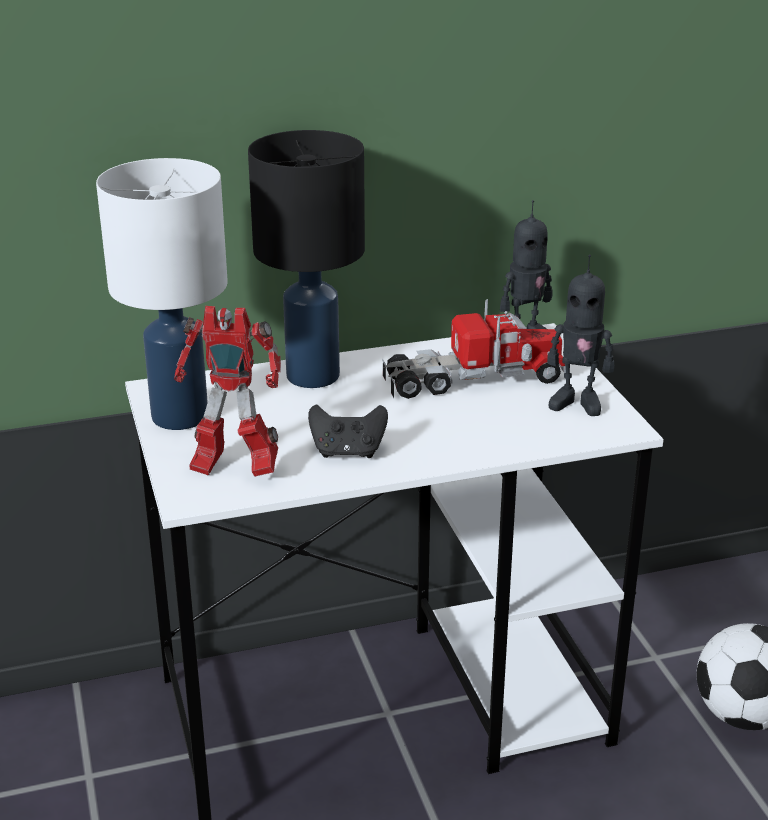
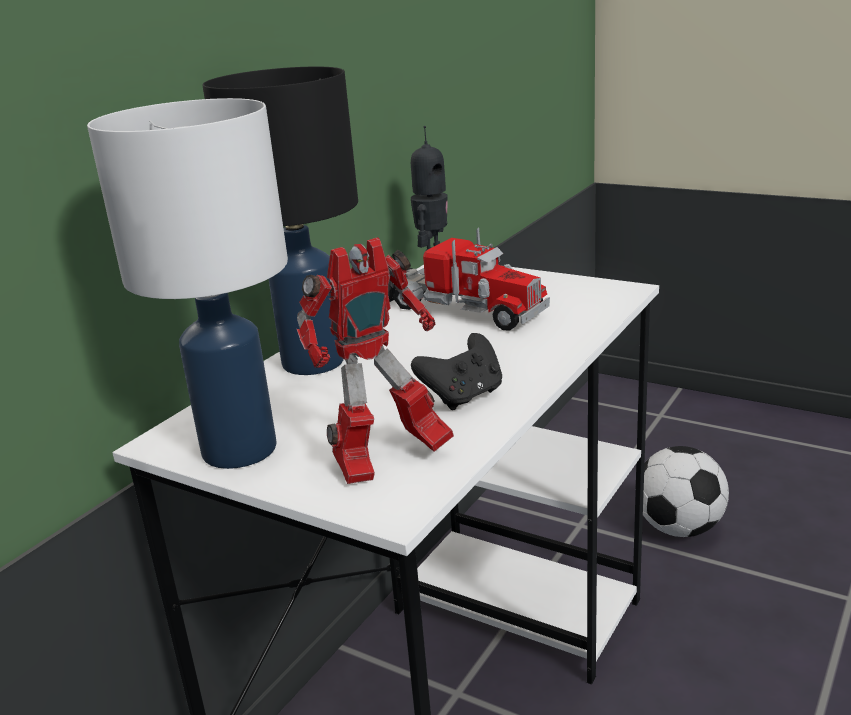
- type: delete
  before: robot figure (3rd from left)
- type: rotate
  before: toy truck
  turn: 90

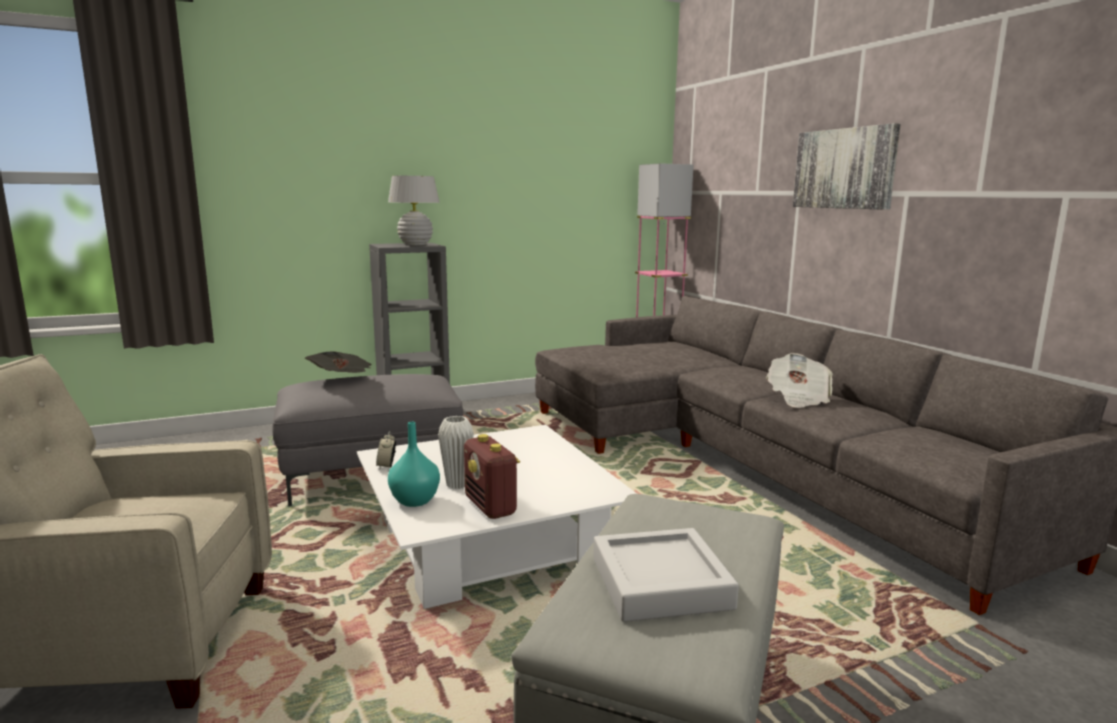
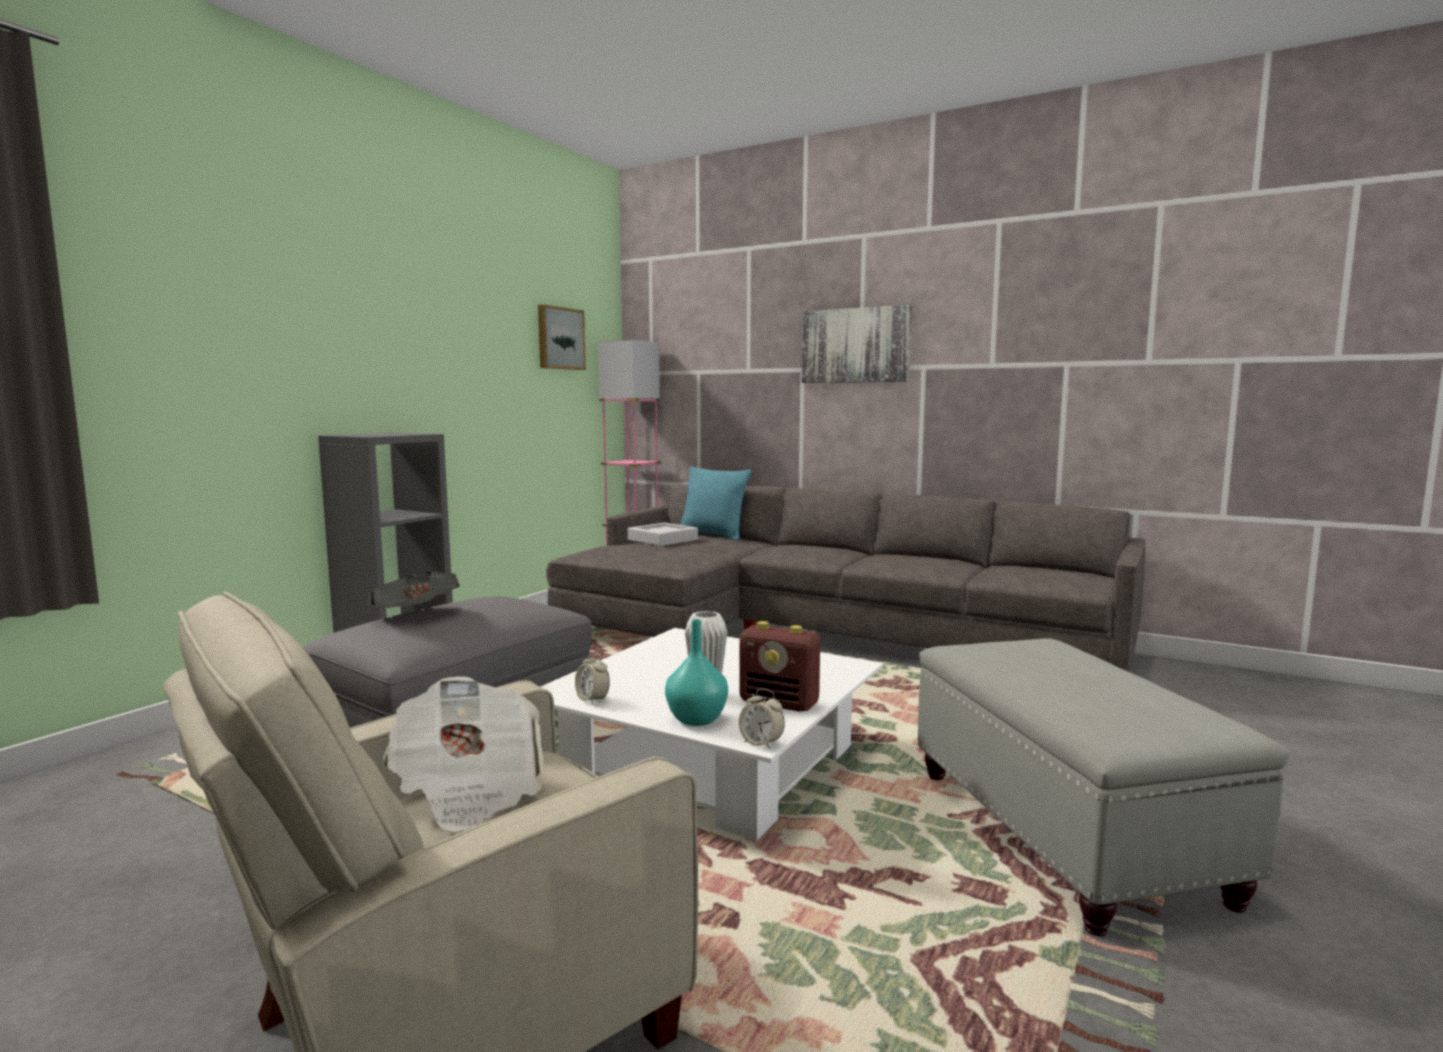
- type: delete
  before: whitish table lamp
- type: move
  before: daily paper (2nd from left)
- type: move
  before: gray serving tray
- type: insert
  after: wall art (1st from left)
- type: insert
  after: turquoise pillow
- type: insert
  after: table clock (2nd from left)

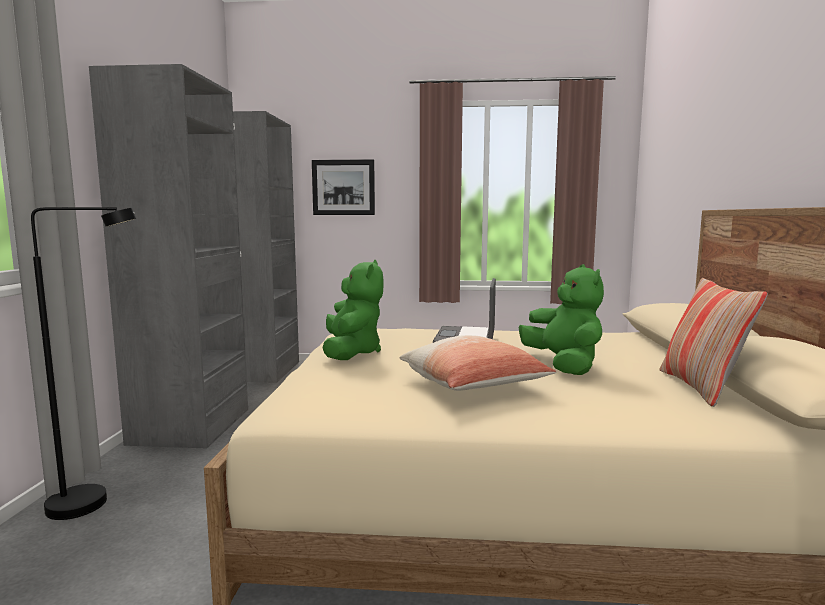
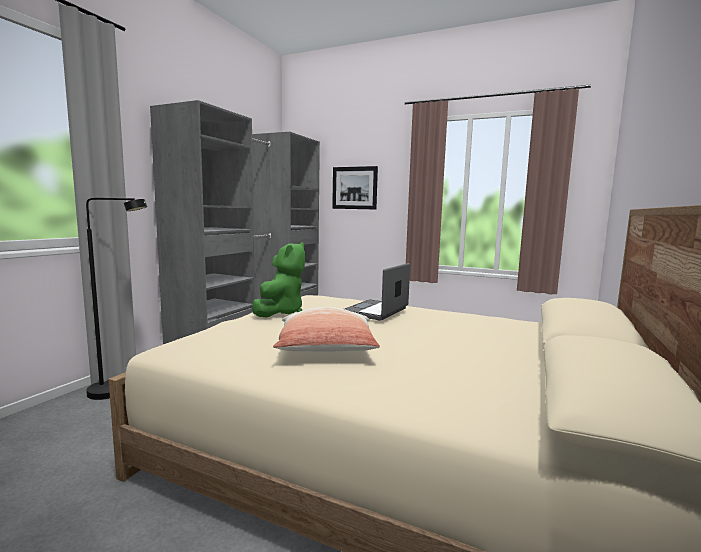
- type: delete
  before: greenish plush toy (2nd from left)
- type: delete
  before: pillow (2nd from left)

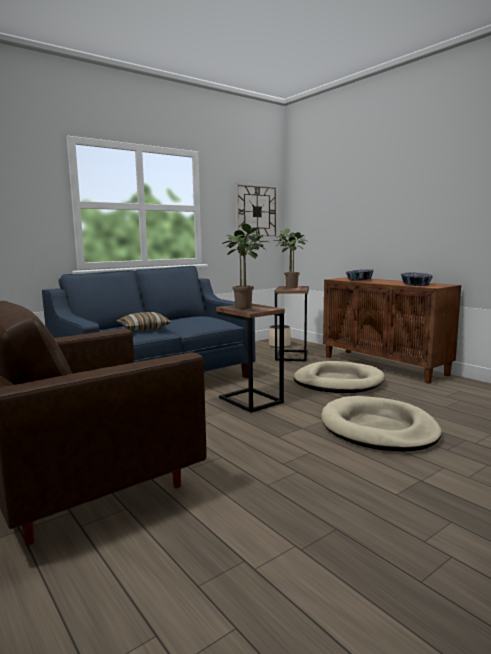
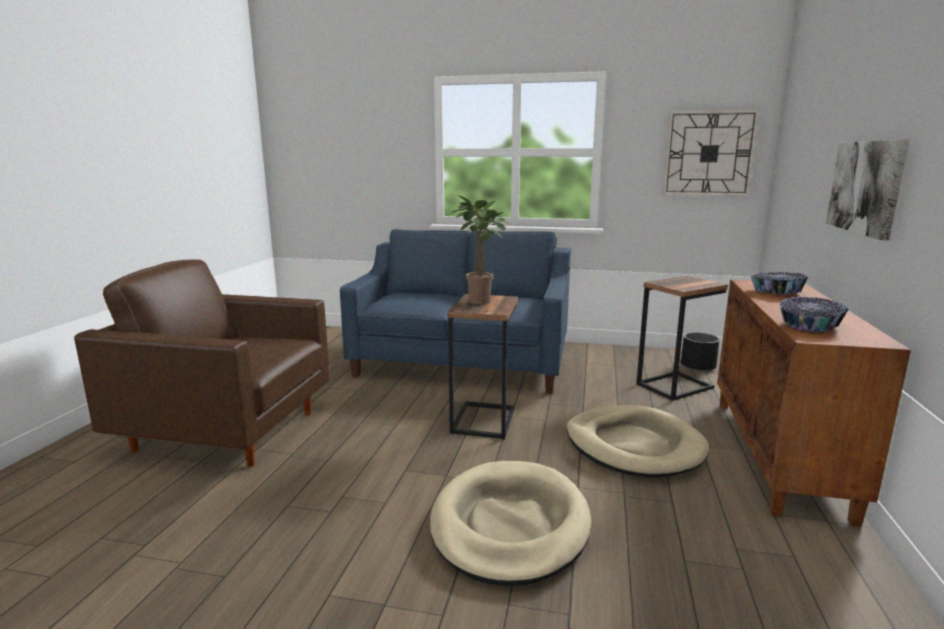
- type: delete
  before: plant in a pot (2nd from left)
- type: delete
  before: pillow
- type: recolor
  before: beige-coloured plant pot
  after: blackish plant pot
- type: insert
  after: wall art

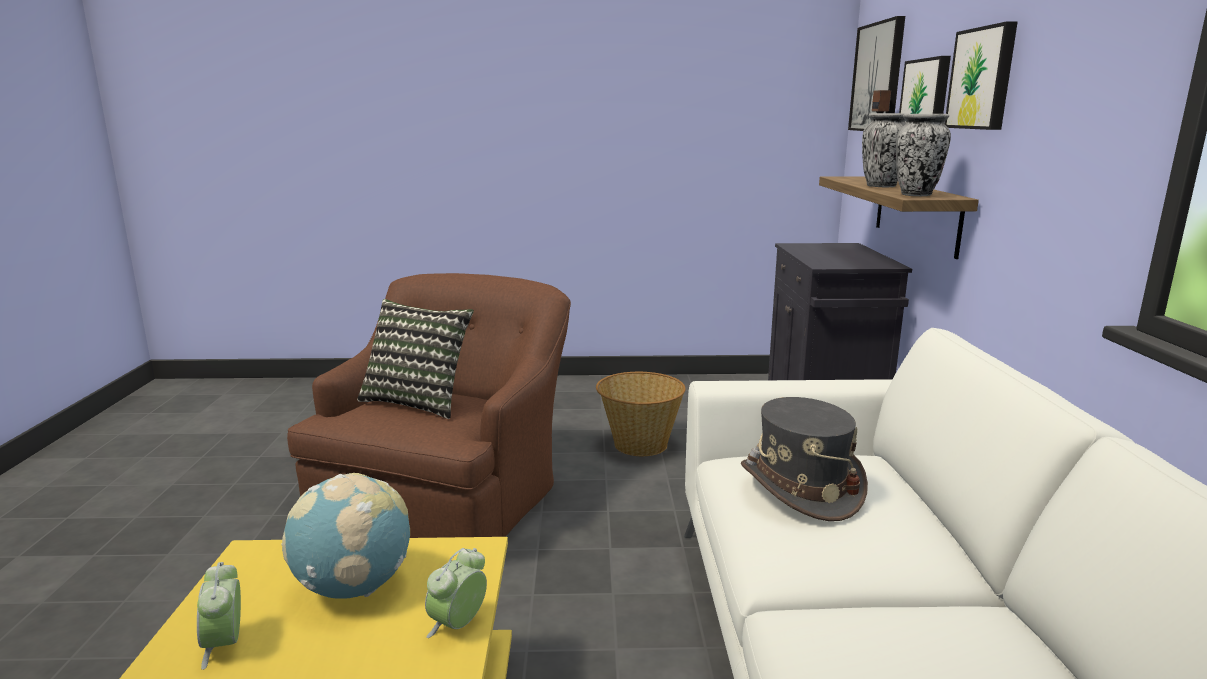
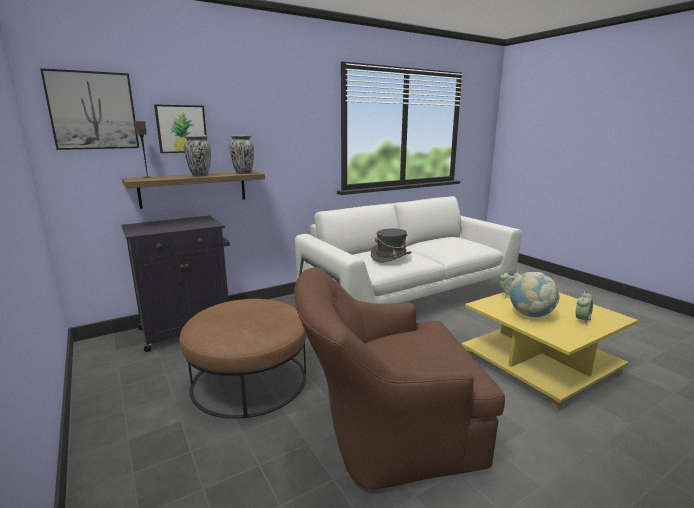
- type: delete
  before: wall art (3rd from left)
- type: delete
  before: pillow
- type: replace
  before: storage basket
  after: brownish pouffe

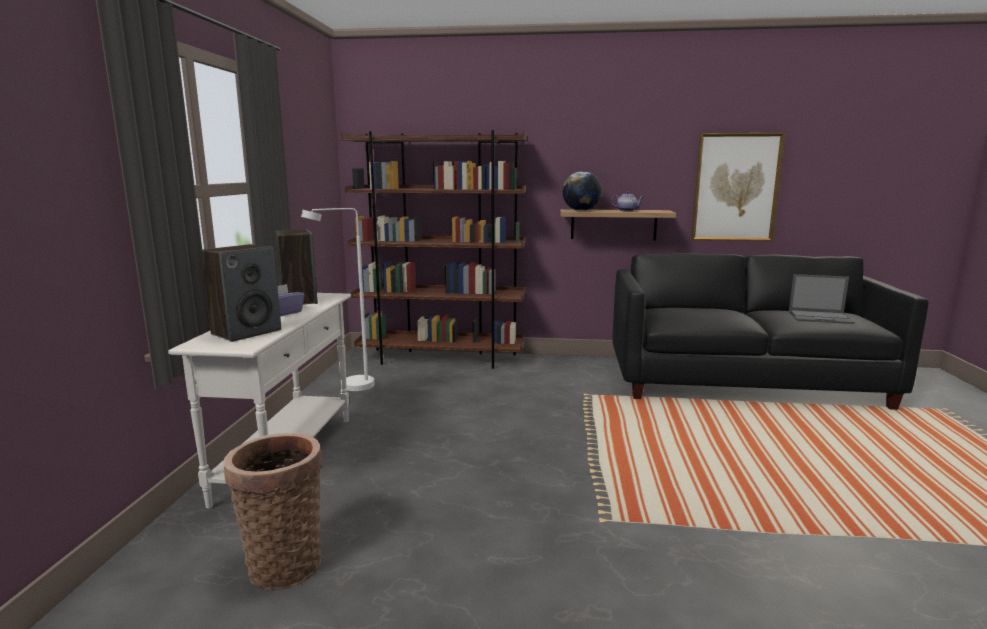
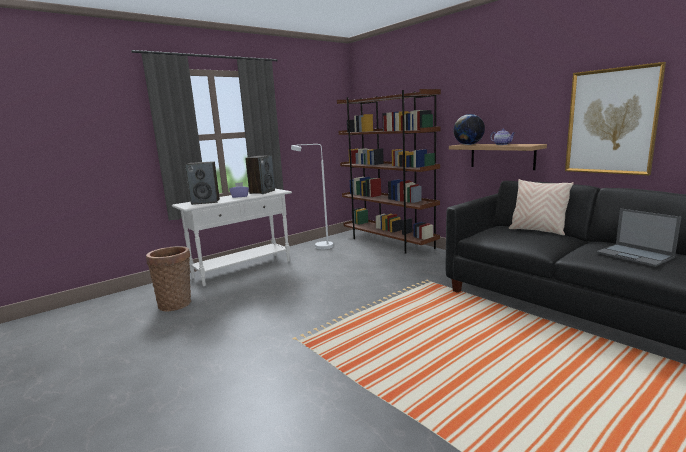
- type: insert
  after: beige-coloured pillow

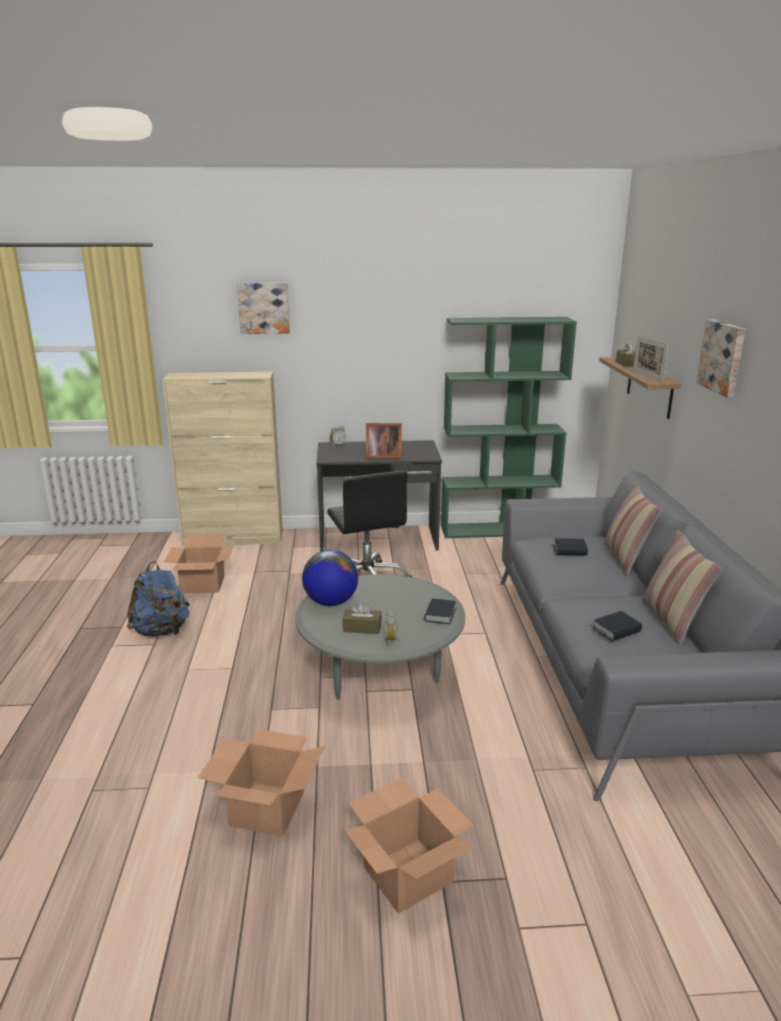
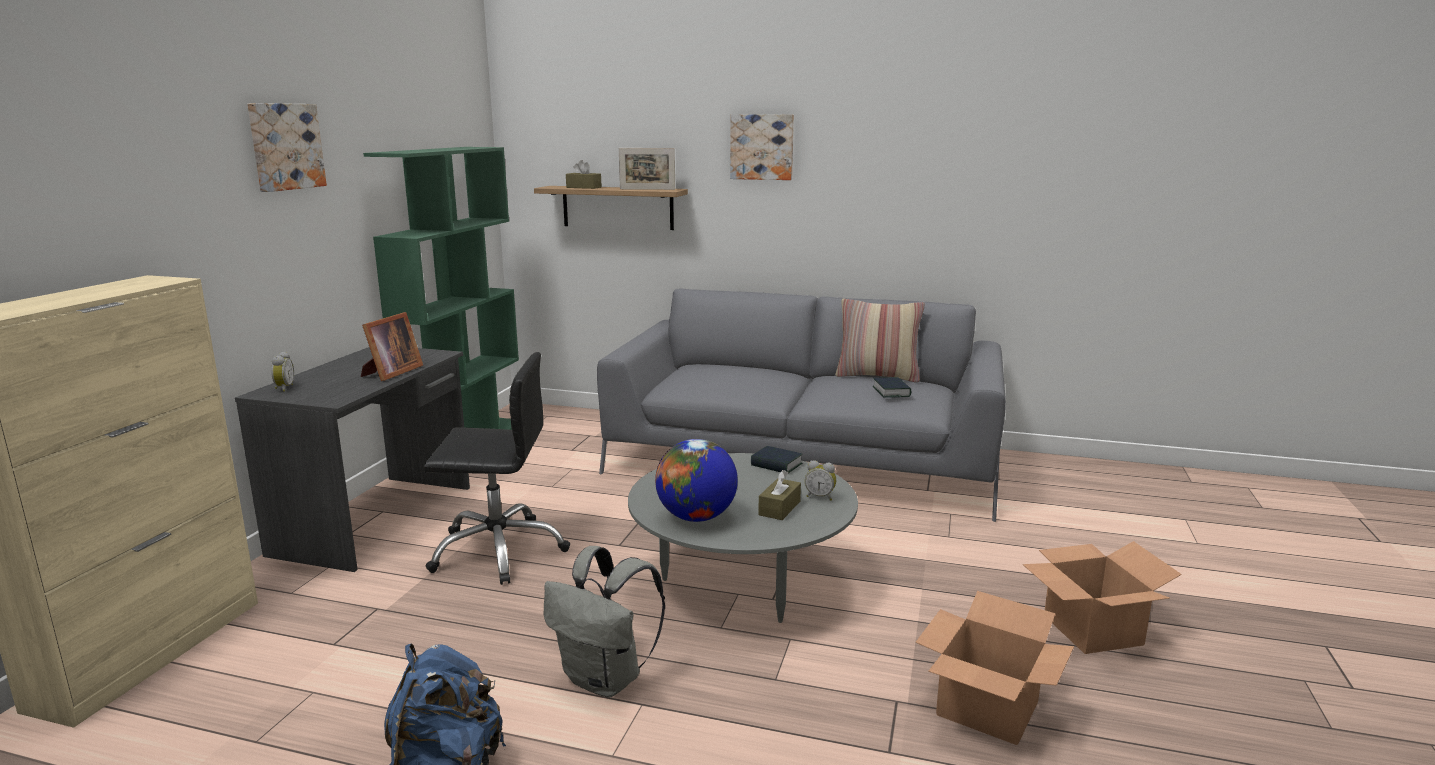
- type: move
  before: wall art (1st from left)
- type: delete
  before: pillow (1st from left)
- type: delete
  before: packing box (1st from left)
- type: delete
  before: book (2nd from left)
- type: insert
  after: gray knapsack

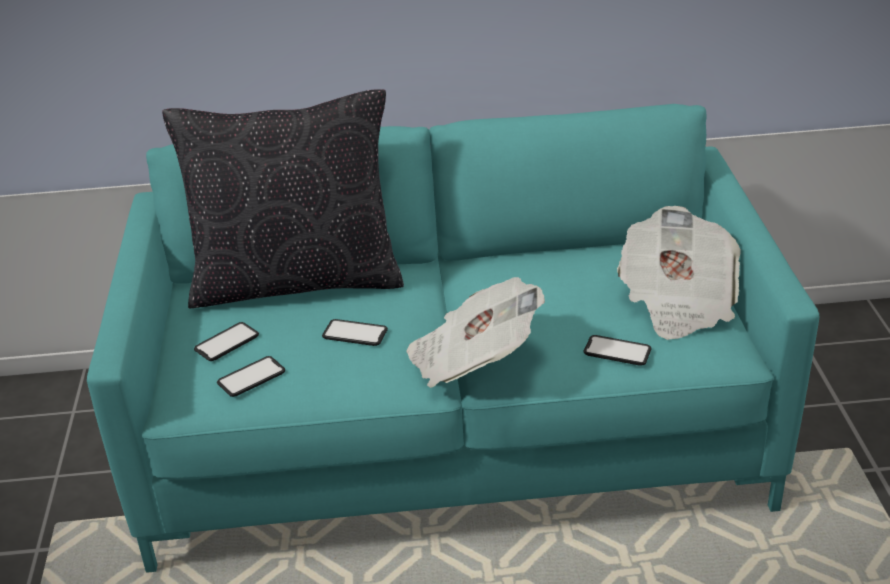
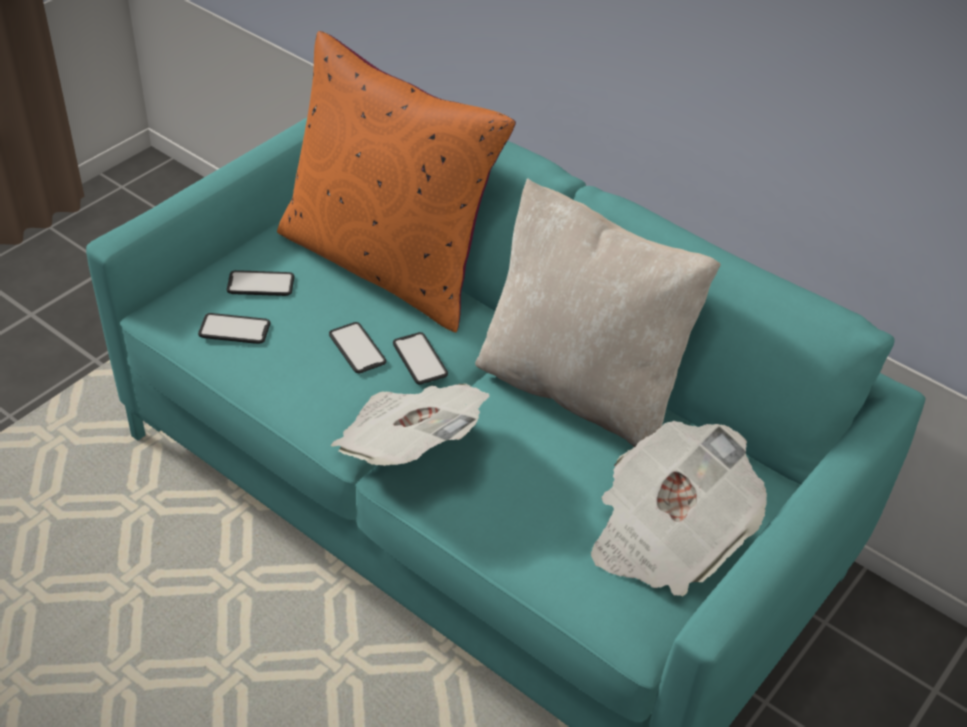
- type: recolor
  before: blackish pillow
  after: orange pillow
- type: move
  before: phone (4th from left)
- type: insert
  after: beige-coloured pillow

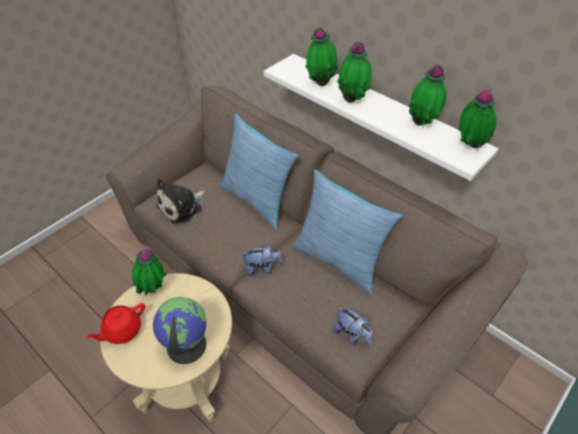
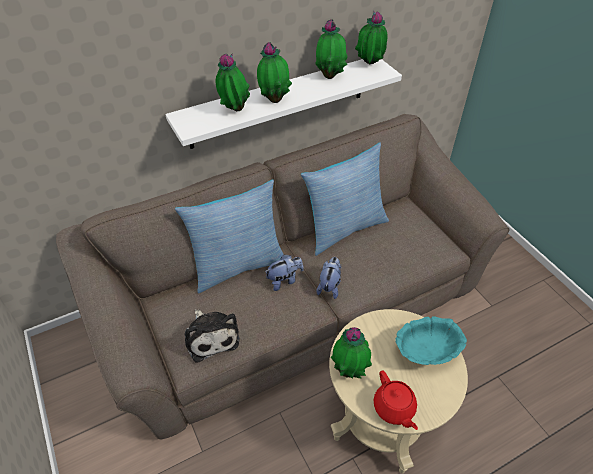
- type: replace
  before: desk globe
  after: turquoise serving bowl
- type: move
  before: plush toy (3rd from left in the first image)
  after: plush toy (2nd from left)

